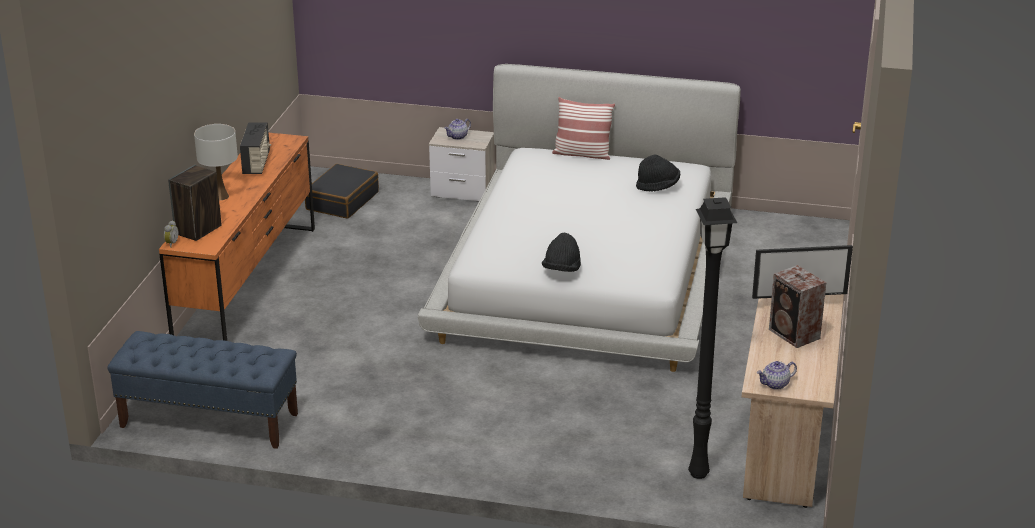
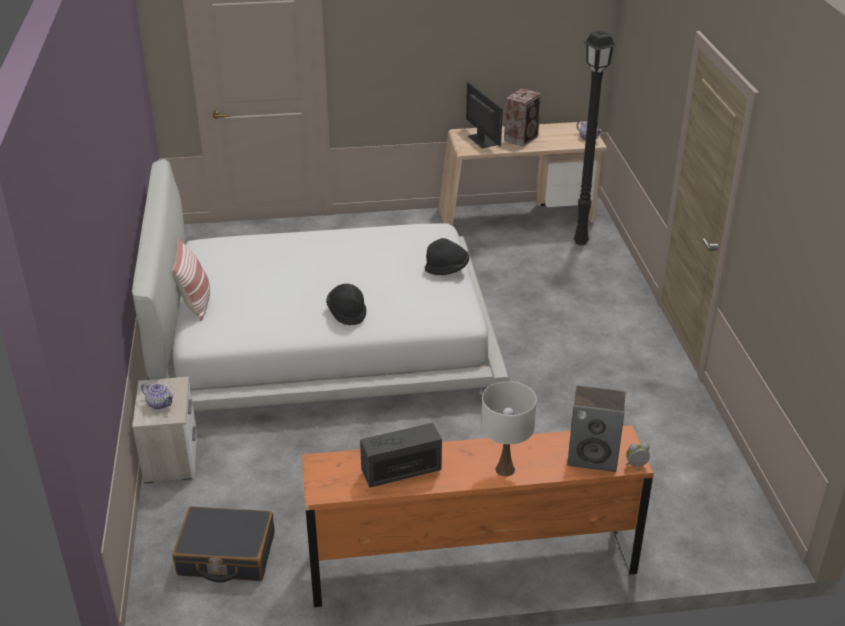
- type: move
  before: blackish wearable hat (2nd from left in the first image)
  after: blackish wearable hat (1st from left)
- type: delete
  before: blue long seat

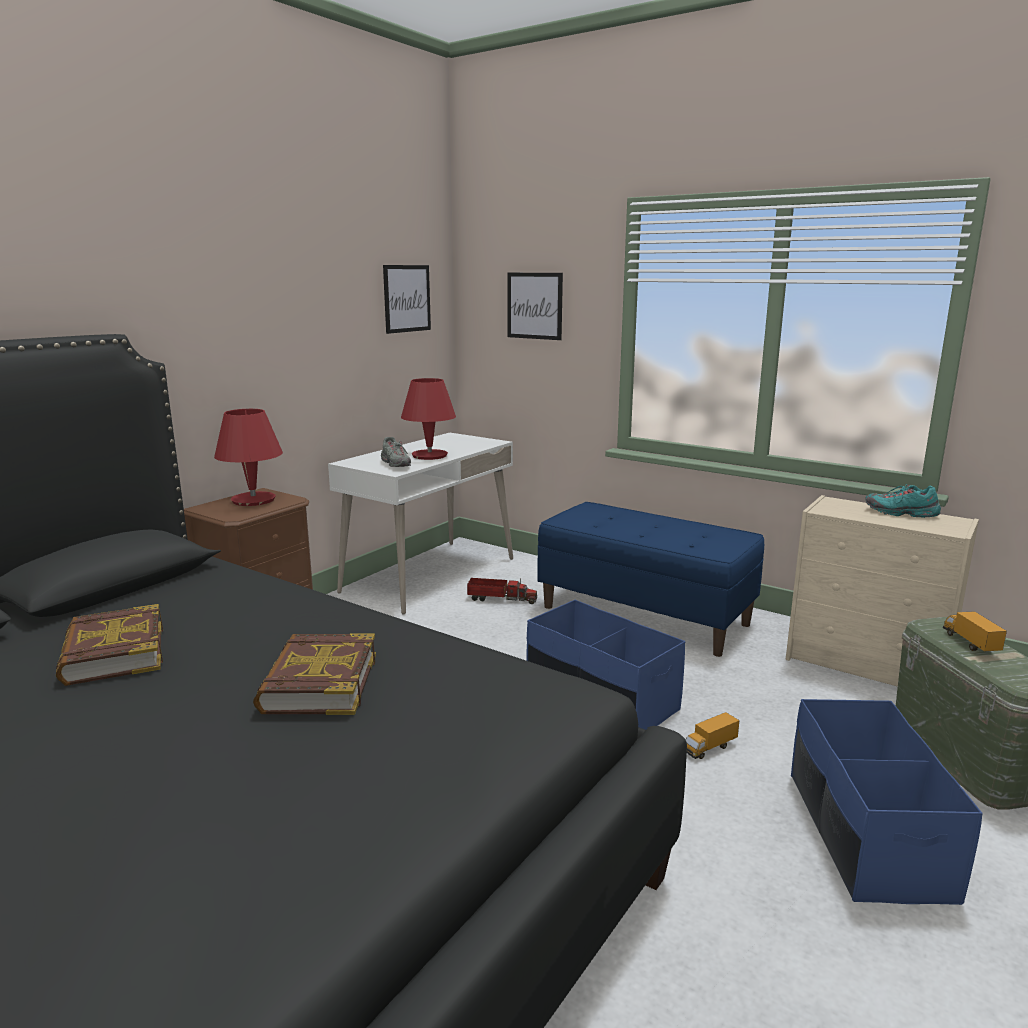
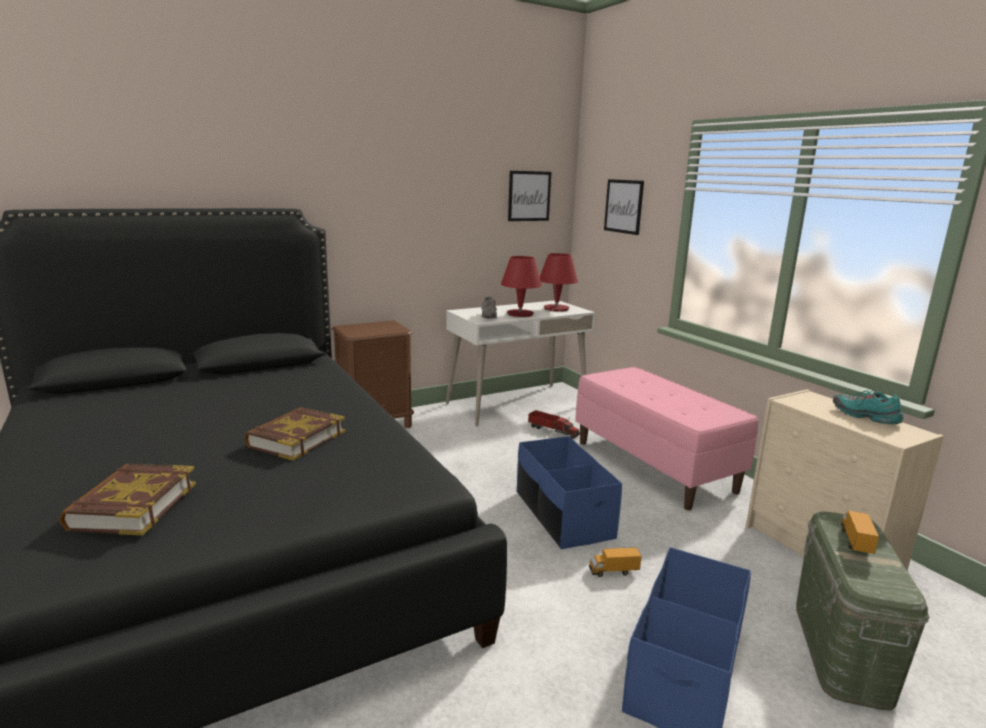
- type: move
  before: red-coloured table lamp (1st from left in the first image)
  after: red-coloured table lamp (2nd from left)
- type: recolor
  before: blue long seat
  after: pink long seat
- type: move
  before: book (1st from left)

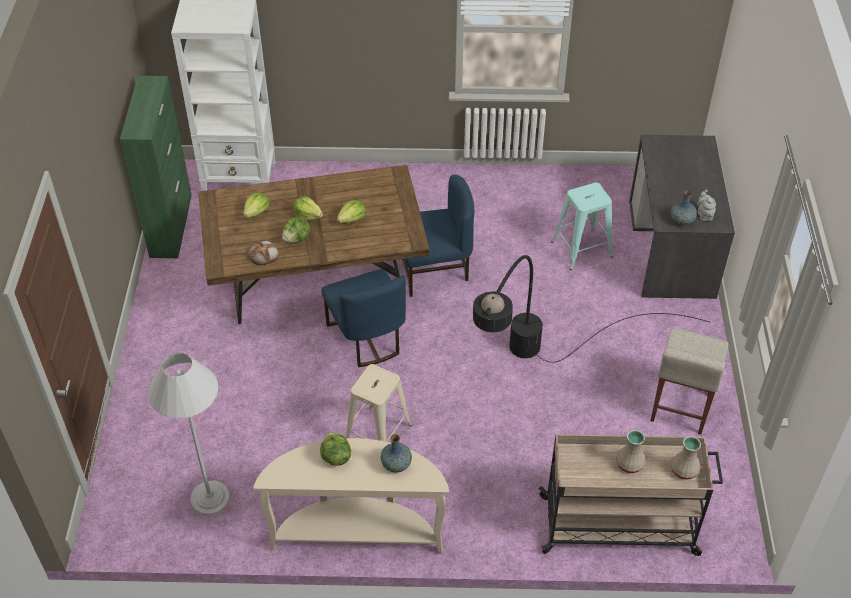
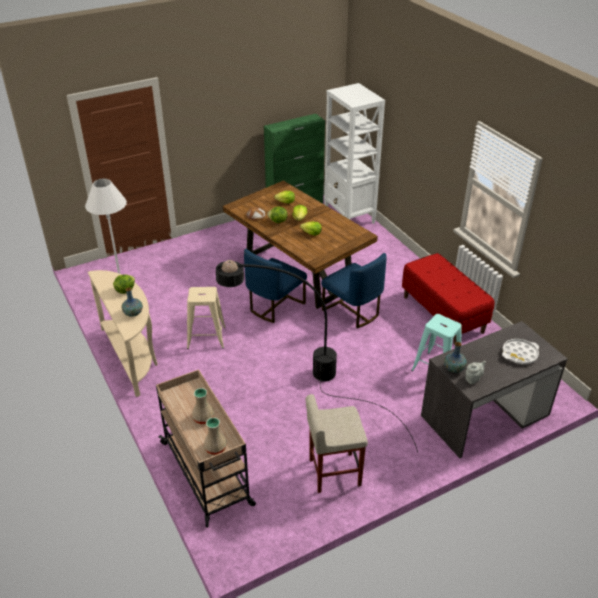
- type: insert
  after: red-coloured long seat
- type: insert
  after: whitish serving tray

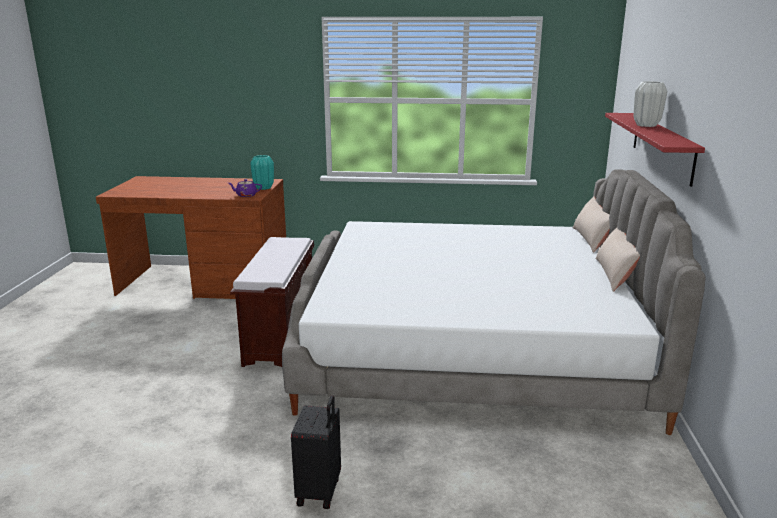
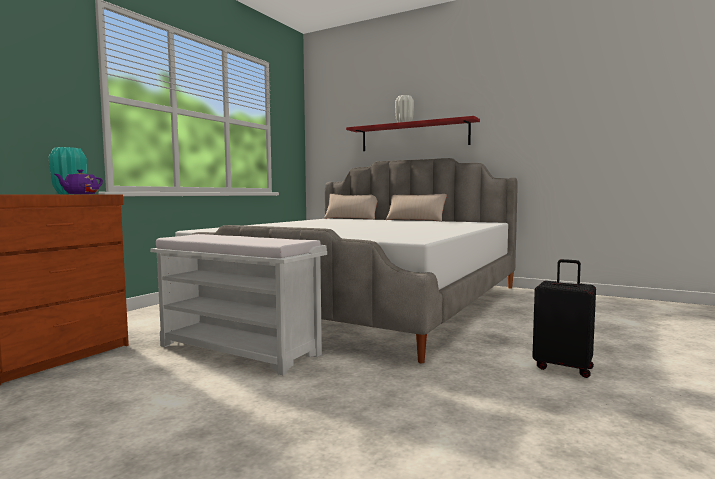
- type: recolor
  before: brownish long seat
  after: whitish long seat

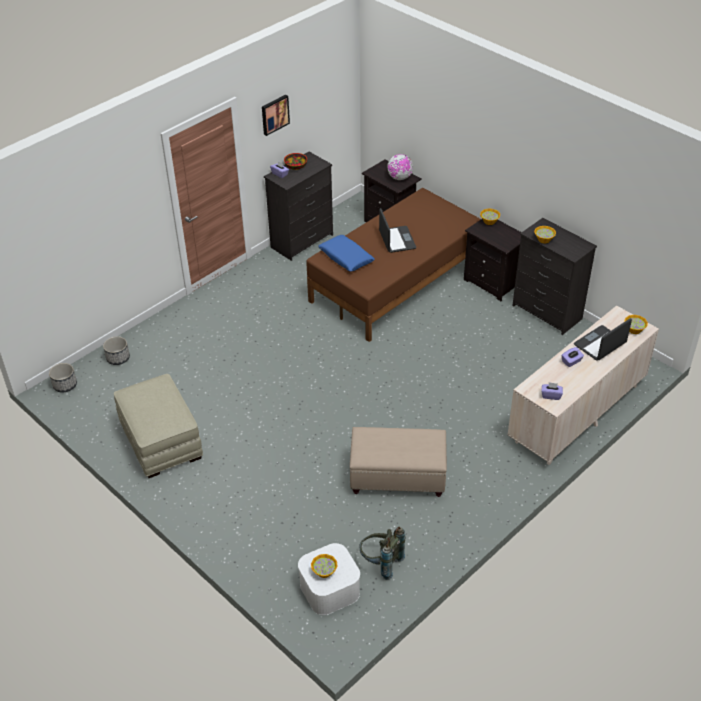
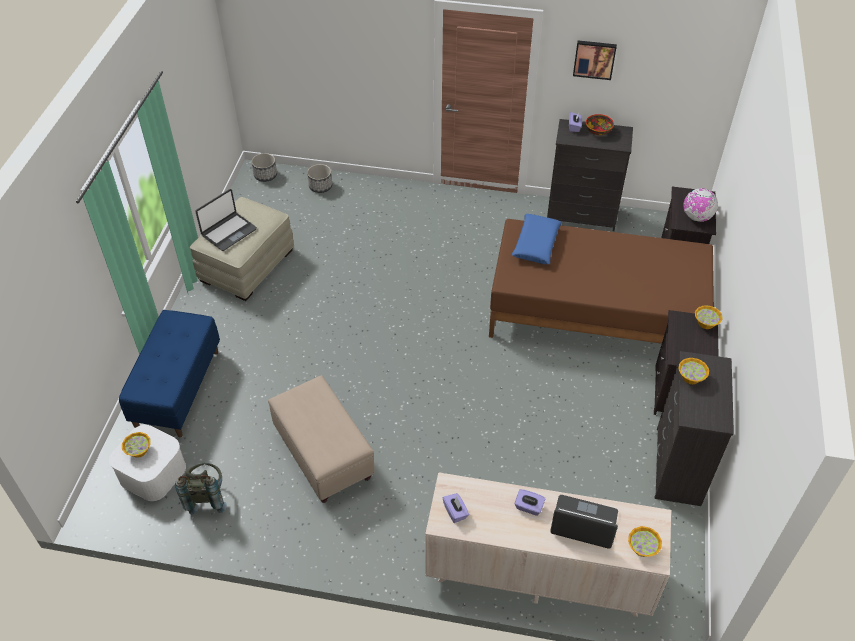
- type: move
  before: notebook computer (1st from left)
- type: insert
  after: blue long seat

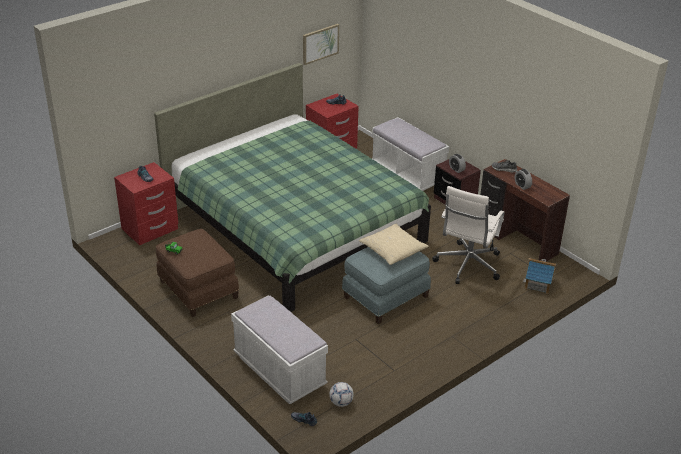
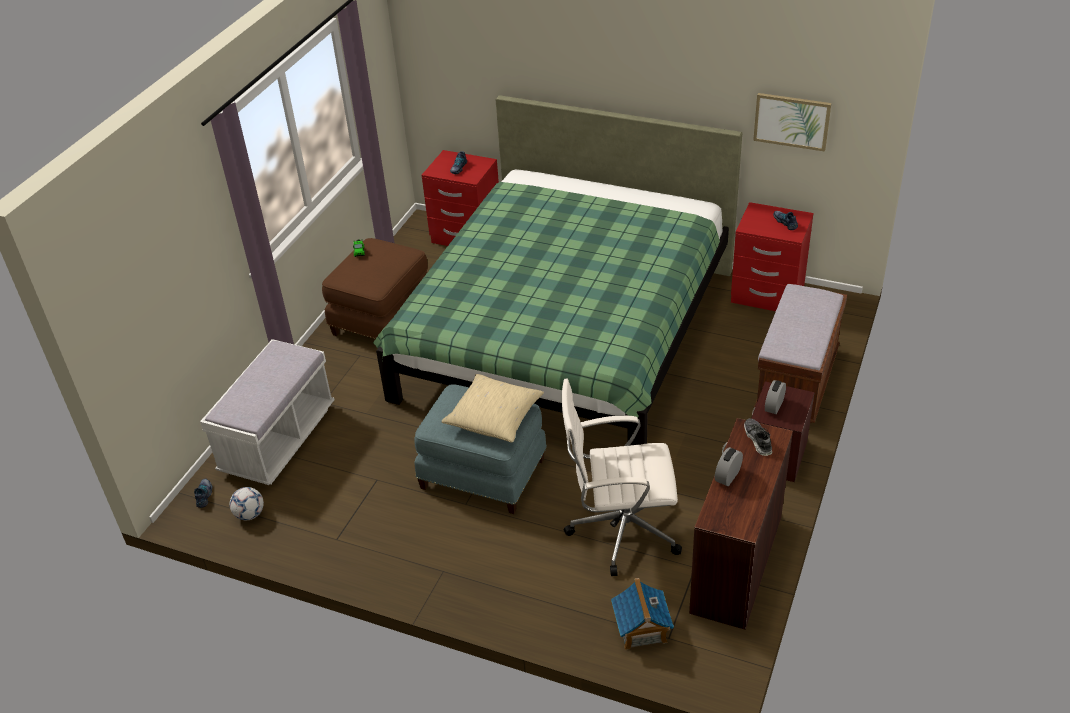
- type: recolor
  before: whitish long seat (2nd from left)
  after: brownish long seat

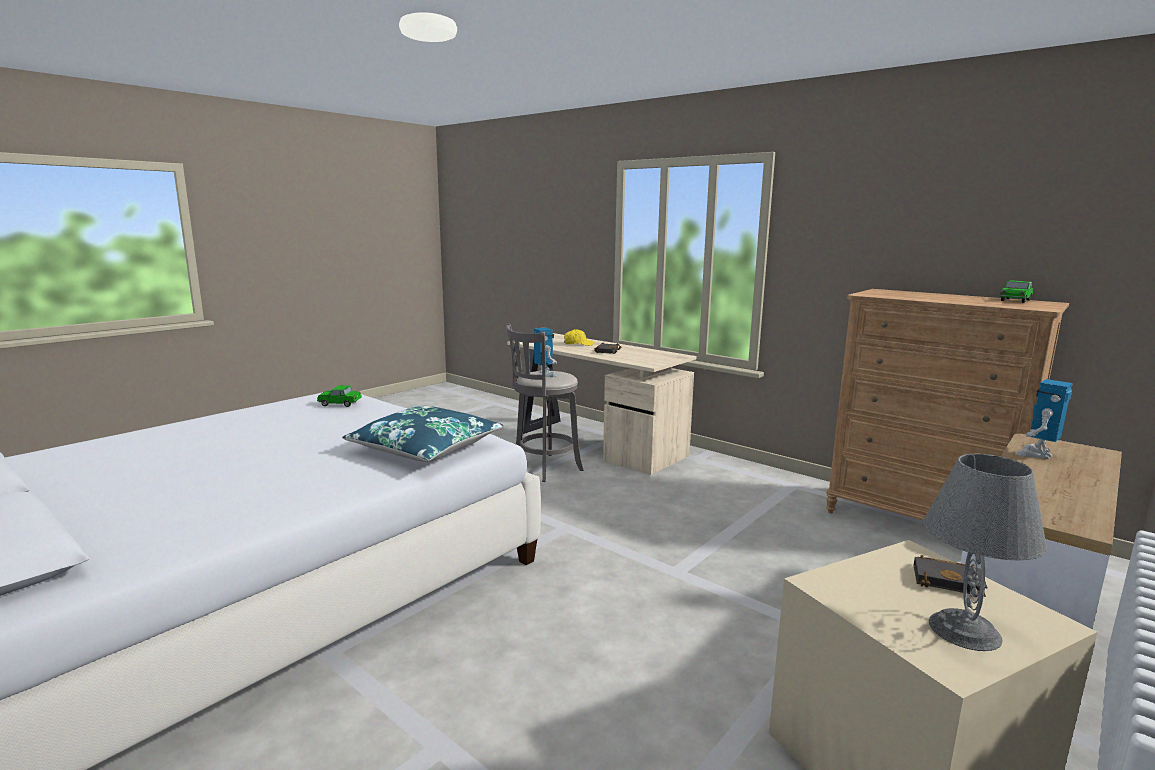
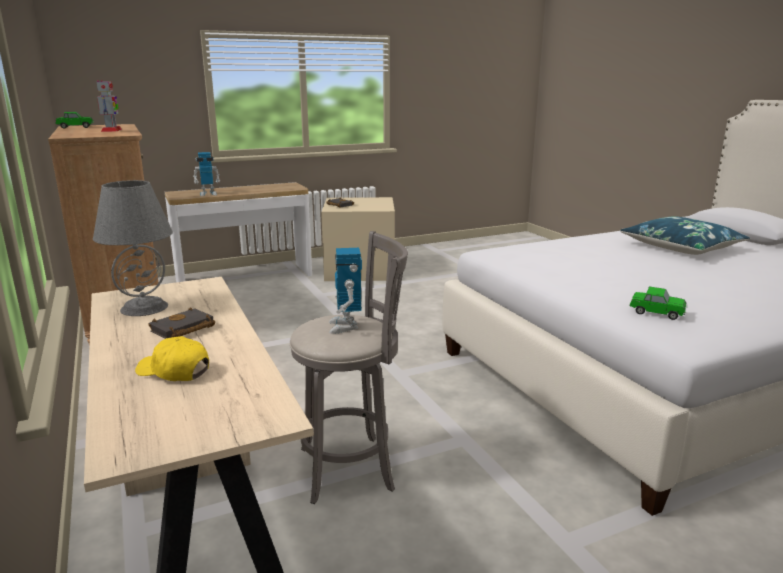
- type: move
  before: blue pillow
- type: move
  before: gray table lamp
- type: insert
  after: robot figure (1st from left)

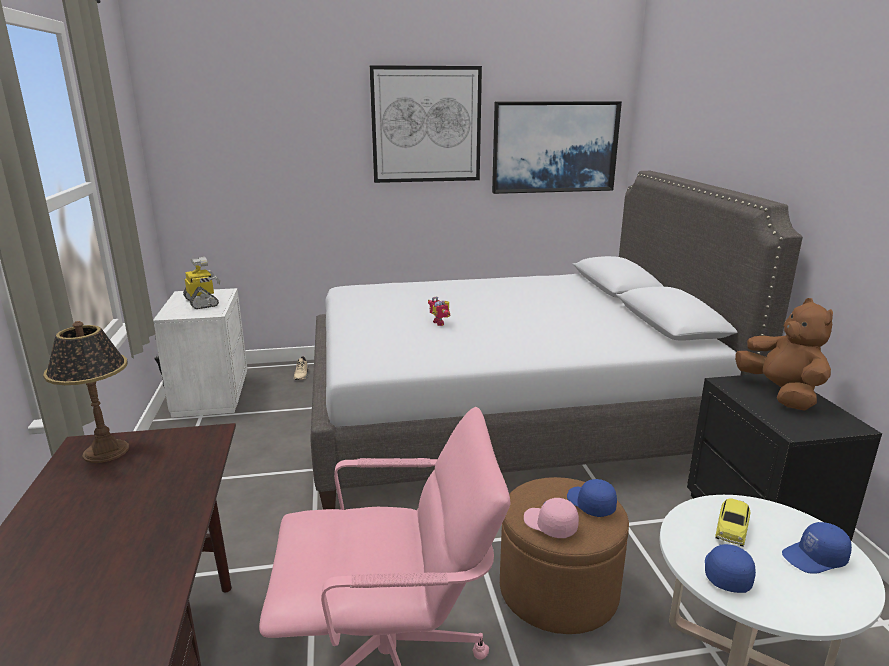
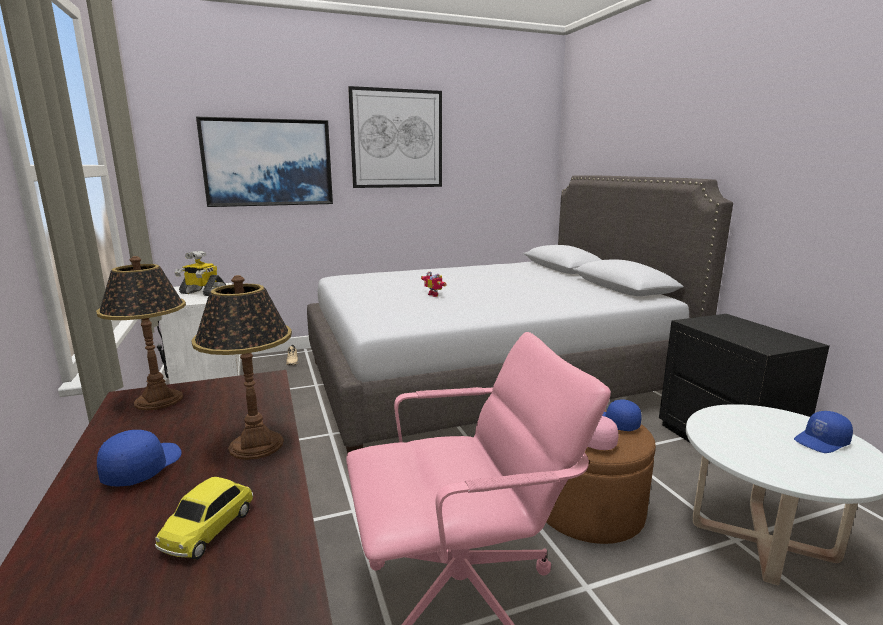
- type: move
  before: wall art (2nd from left in the first image)
  after: wall art (1st from left)
- type: rotate
  before: robot figure (1st from left)
  turn: 150
- type: delete
  before: brownish plush toy
- type: move
  before: toy car
- type: move
  before: blue baseball cap (2nd from left in the first image)
  after: blue baseball cap (1st from left)
- type: insert
  after: table lamp (2nd from left)

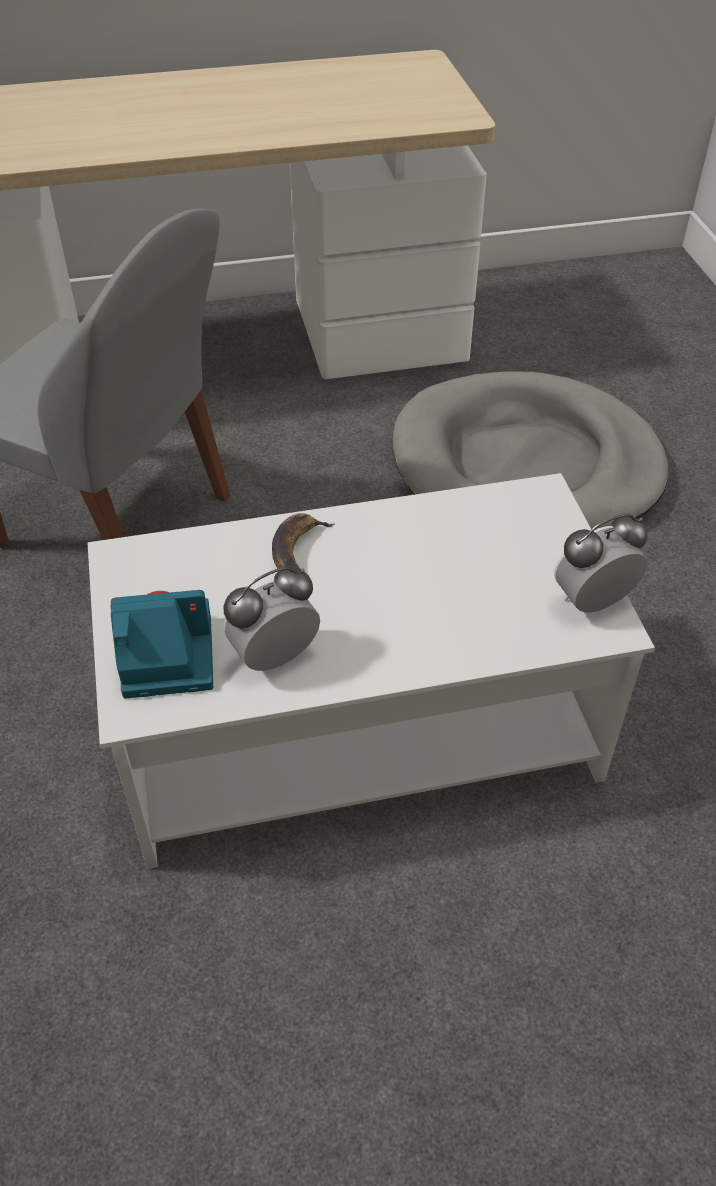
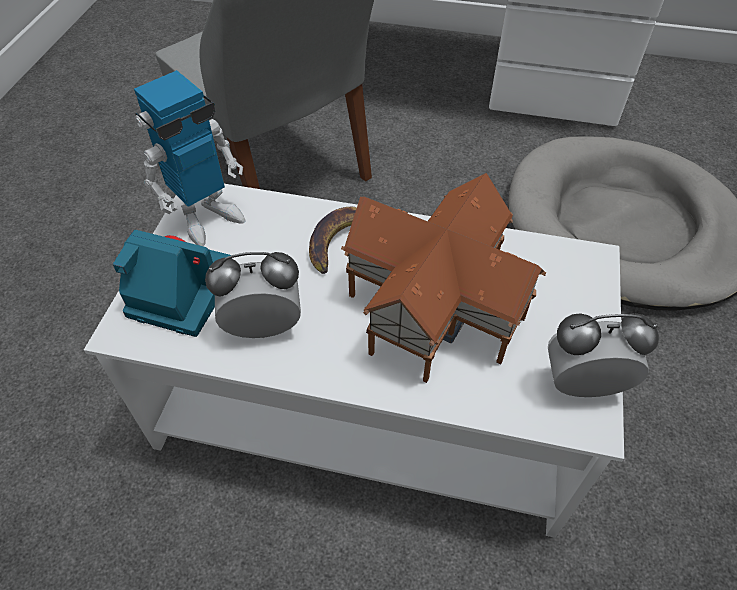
- type: insert
  after: robot figure
- type: insert
  after: toy house

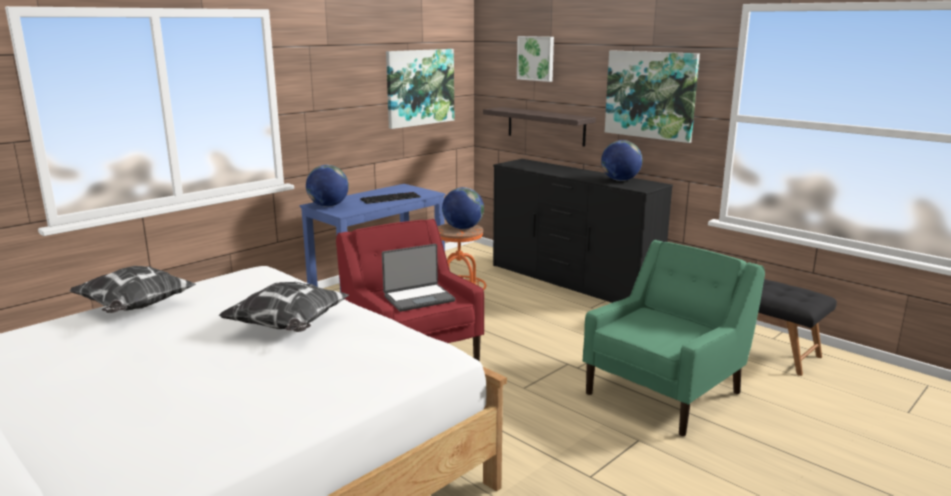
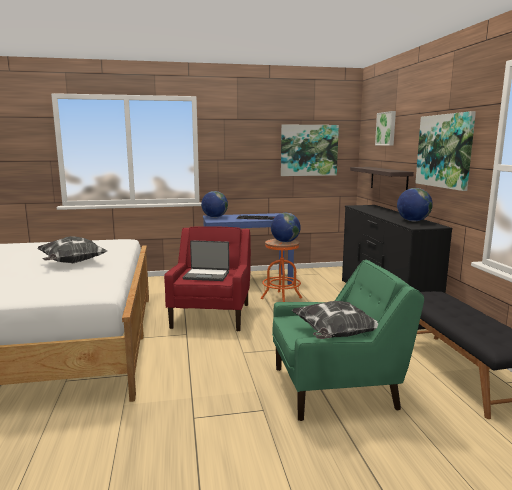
- type: move
  before: pillow (1st from left in the first image)
  after: pillow (2nd from left)

